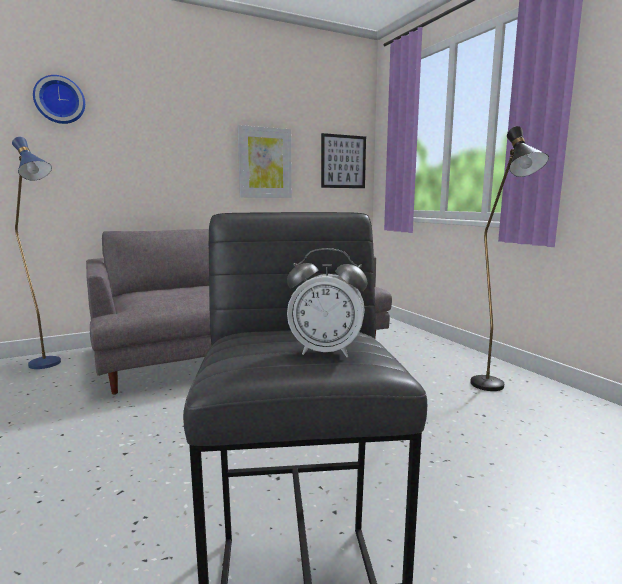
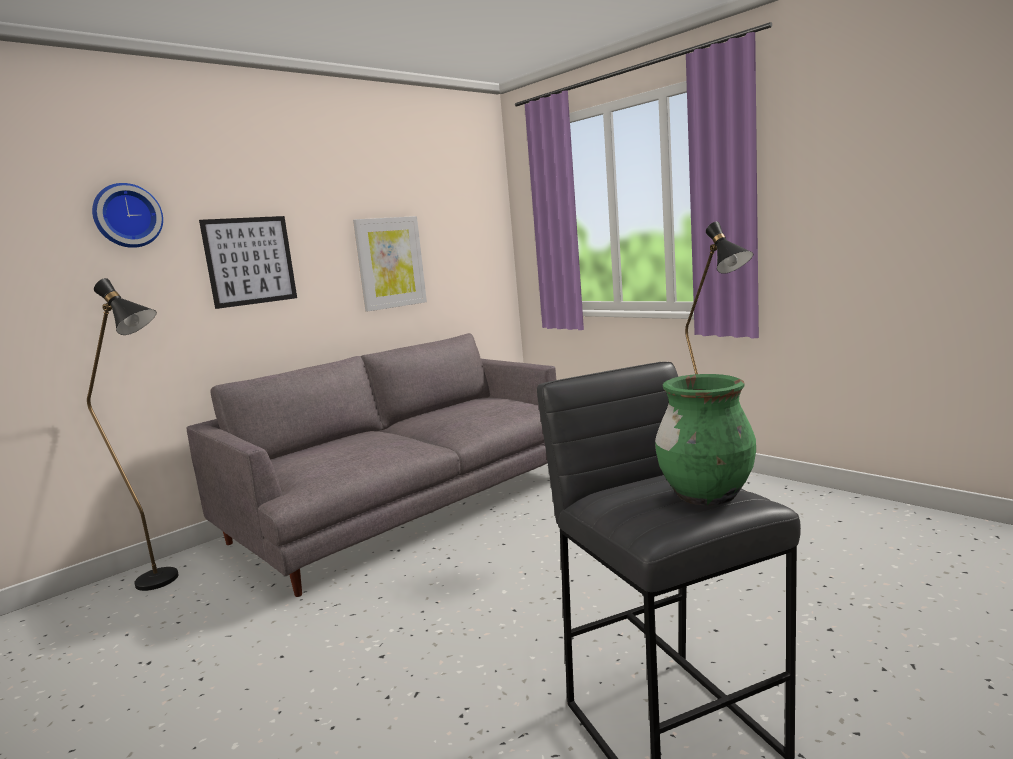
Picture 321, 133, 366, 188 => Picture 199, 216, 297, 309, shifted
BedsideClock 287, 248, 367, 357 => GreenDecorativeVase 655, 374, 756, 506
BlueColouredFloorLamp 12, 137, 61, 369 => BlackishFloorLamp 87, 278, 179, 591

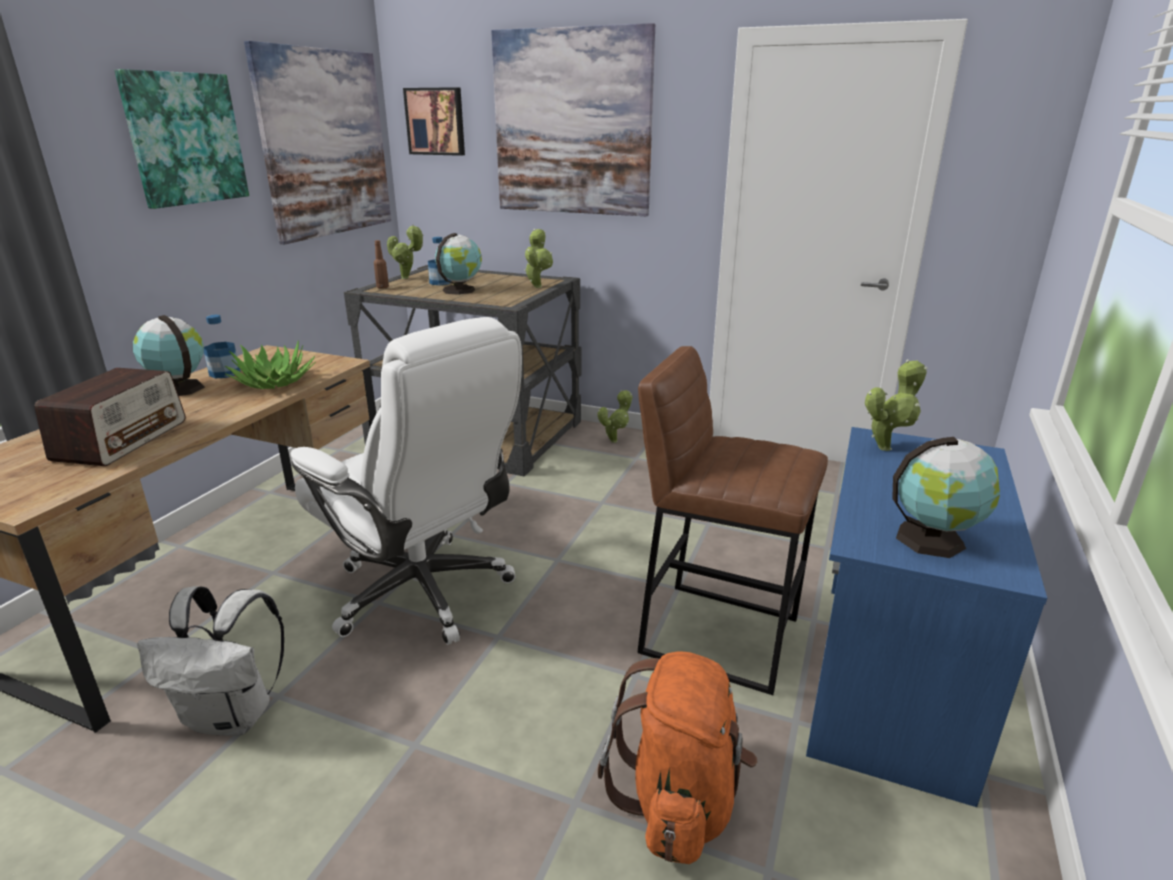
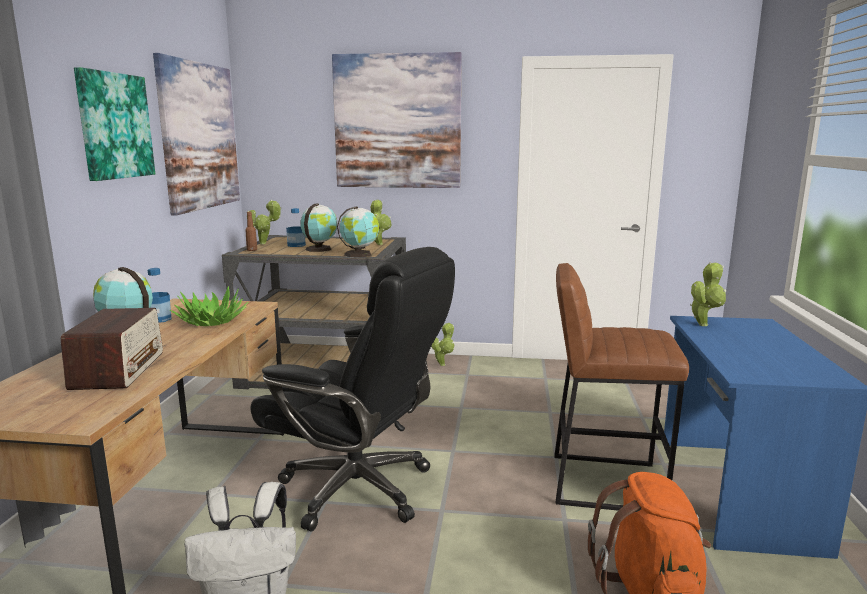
Picture 403, 87, 465, 156 => nothing
Globe 892, 437, 1000, 558 => Globe 337, 206, 379, 257, shifted
WhiteColouredOfficeChair 291, 317, 522, 645 => BlackishOfficeChair 251, 247, 455, 532

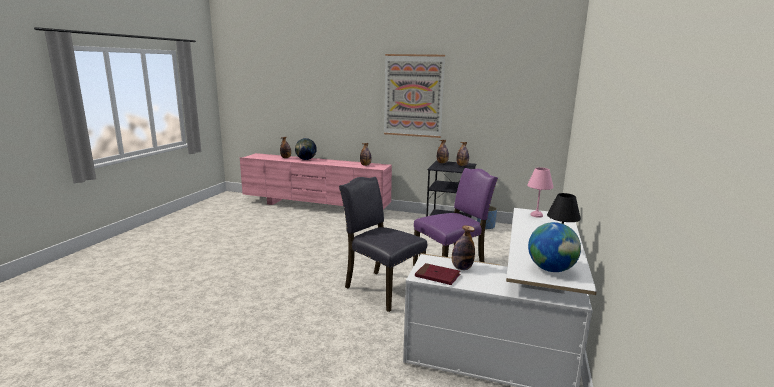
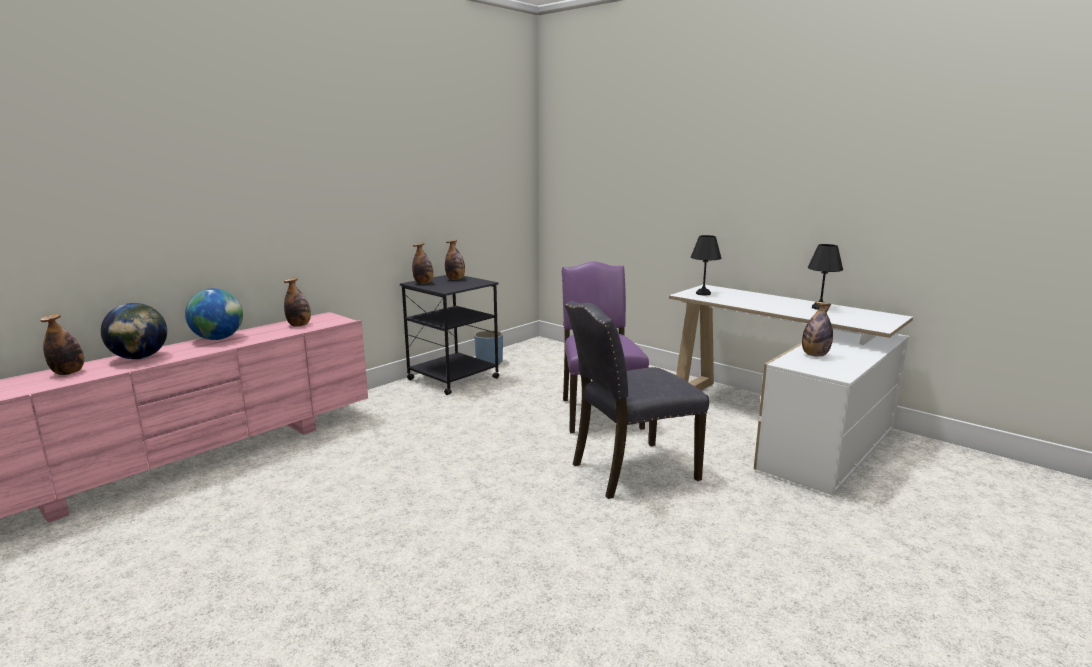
Picture 384, 54, 445, 138 => nothing
ReddishBoundBook 415, 263, 460, 285 => nothing
Globe 528, 222, 581, 272 => Globe 185, 288, 243, 340, shifted
PinkTabletopLamp 527, 167, 554, 218 => BlackishTabletopLamp 691, 235, 721, 296

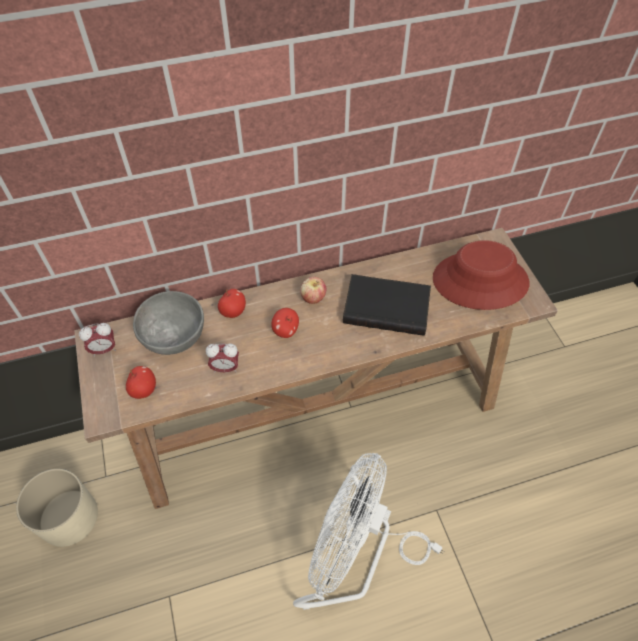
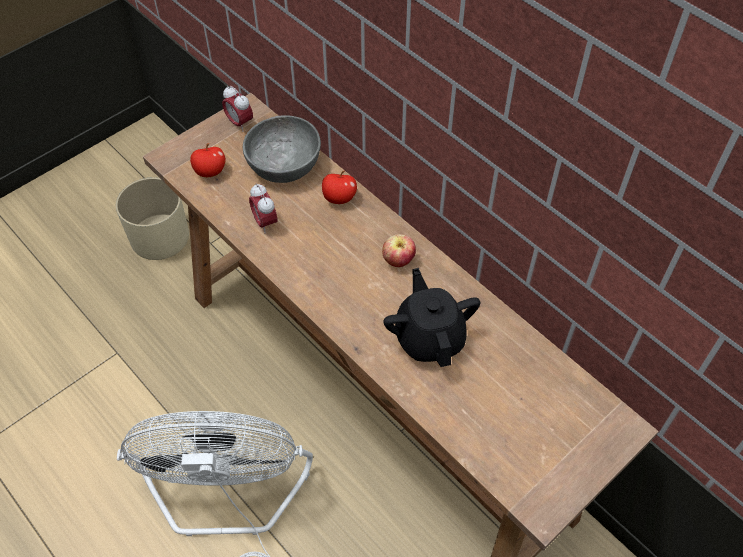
WholeApple 271, 308, 299, 338 => nothing
ReddishWearableHat 433, 240, 529, 310 => nothing
BlackishBoundBook 343, 274, 431, 336 => BlackishPotForTea 383, 268, 480, 367

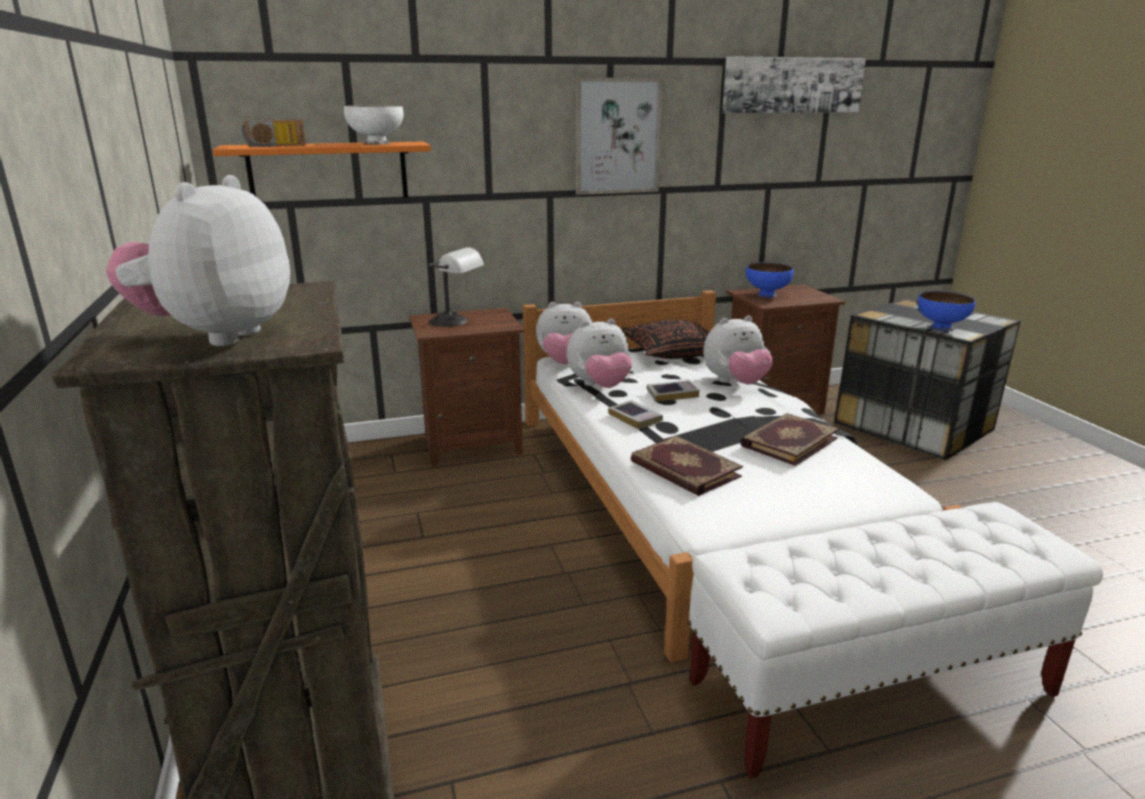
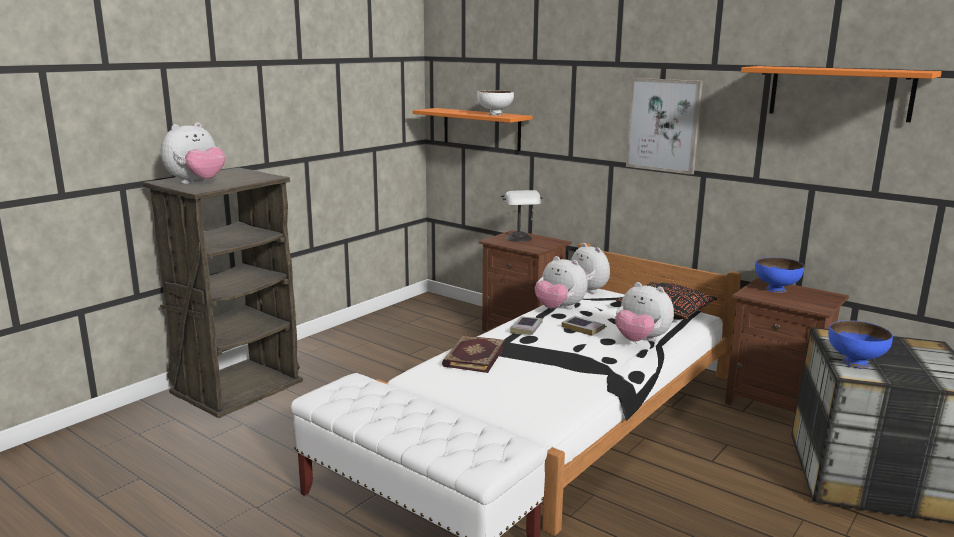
RadioReceiver 242, 119, 306, 147 => nothing
BoundBook 741, 413, 839, 466 => nothing
Picture 722, 56, 866, 113 => OrangeColouredShelf 741, 66, 942, 122
CuddlyToy 106, 175, 290, 346 => CuddlyToy 161, 122, 225, 184, 150 degrees clockwise

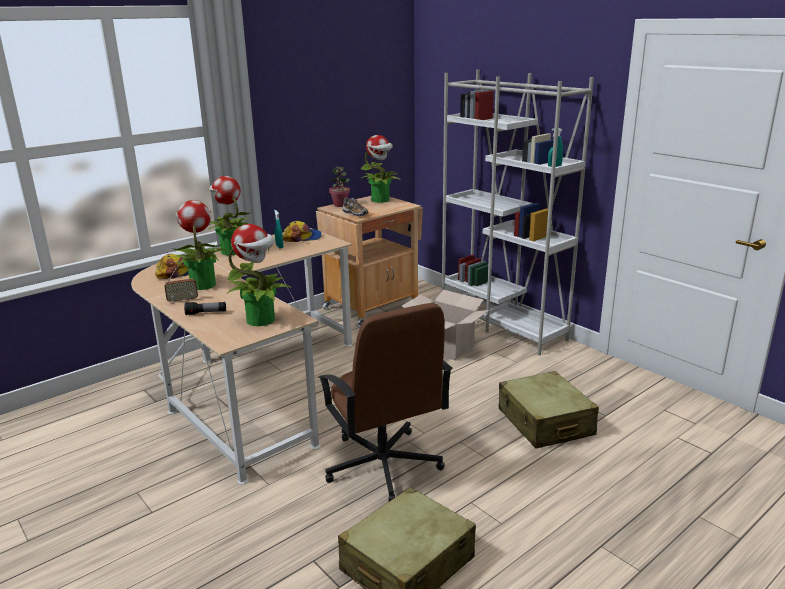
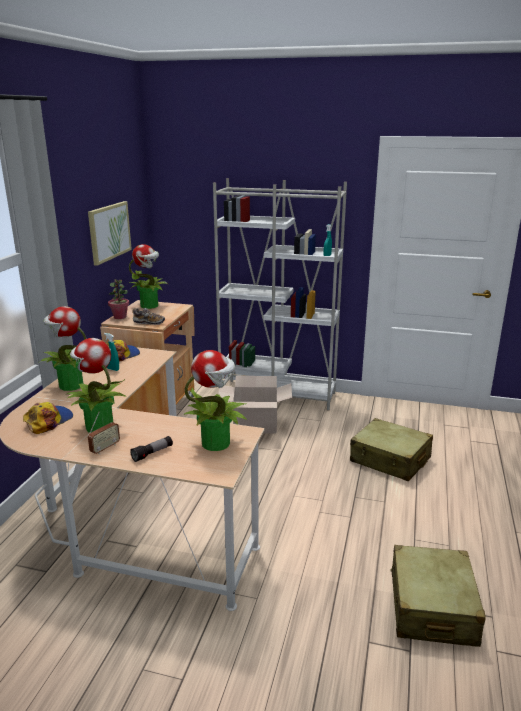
BrownishOfficeChair 318, 303, 452, 501 => nothing
nothing => Picture 88, 201, 132, 266

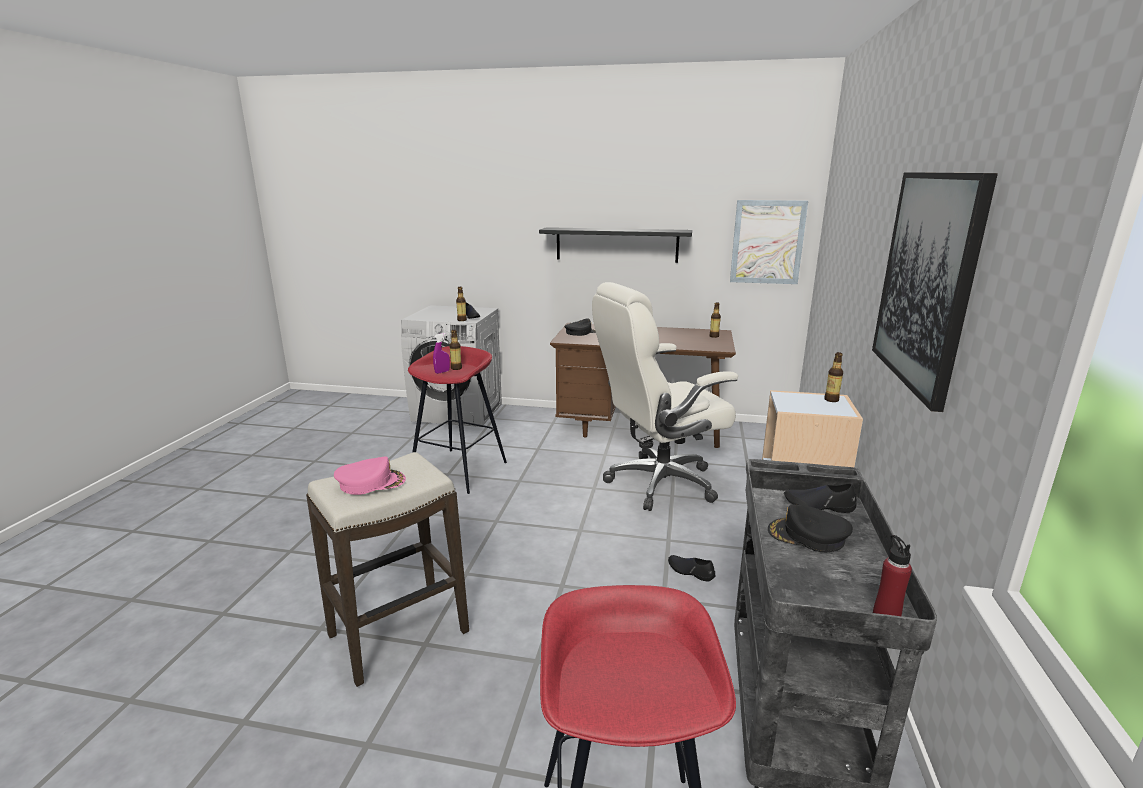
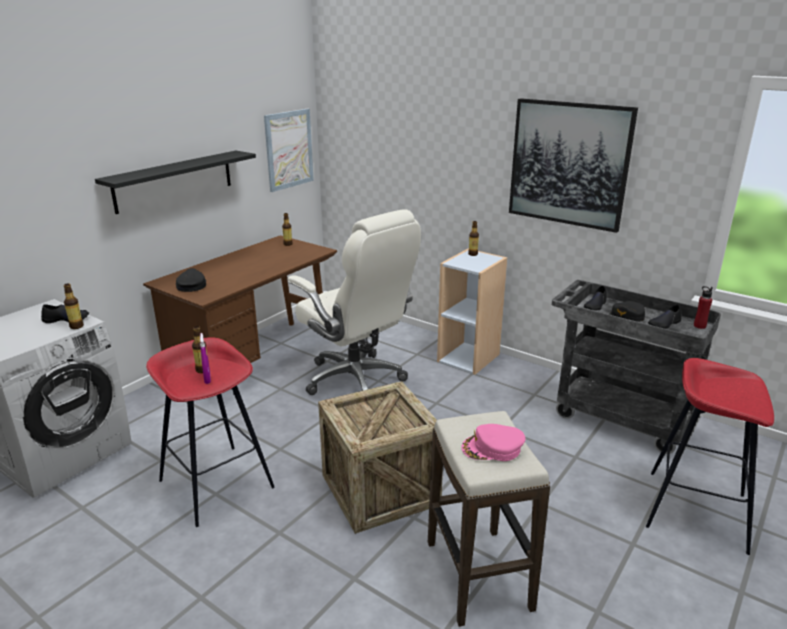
nothing => PackingCrate 318, 381, 443, 534
BlackishShoe 668, 555, 715, 582 => BlackishShoe 648, 305, 682, 329, shifted
PinkPeakedCap 334, 457, 406, 495 => PinkPeakedCap 461, 424, 525, 461, 105 degrees counterclockwise
WhiteColouredOfficeChair 592, 282, 738, 511 => WhiteColouredOfficeChair 288, 209, 421, 395, 45 degrees counterclockwise

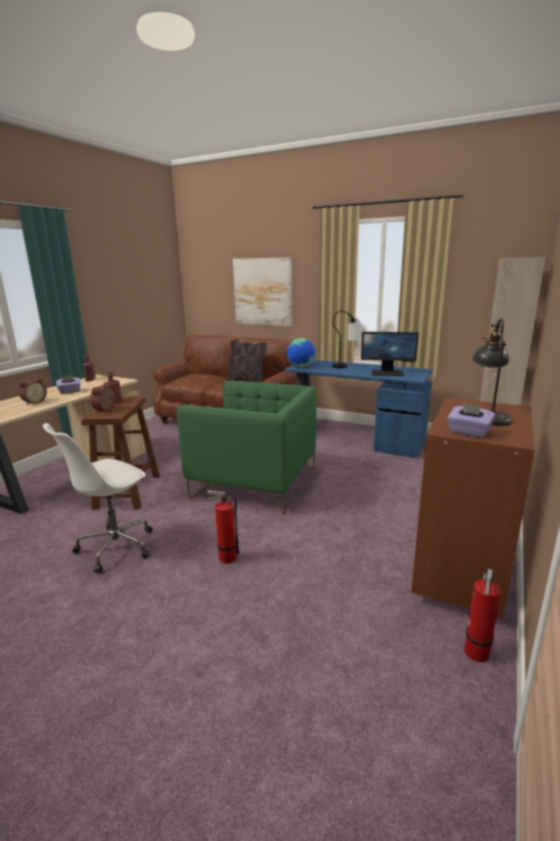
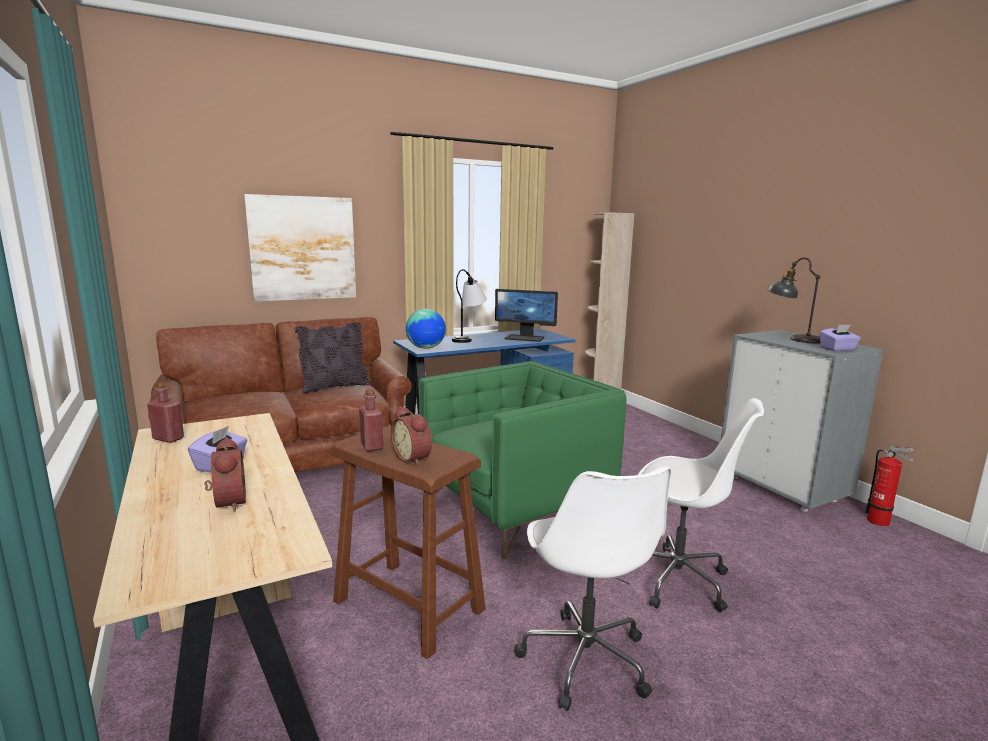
FireExtinguisher 206, 490, 239, 564 => WhiteColouredOfficeChair 638, 398, 764, 612
BrownishCupboard 411, 398, 535, 619 => GrayCupboard 721, 330, 883, 512
ComputerDisplay 361, 332, 419, 376 => ComputerDisplay 495, 289, 558, 342, 60 degrees clockwise

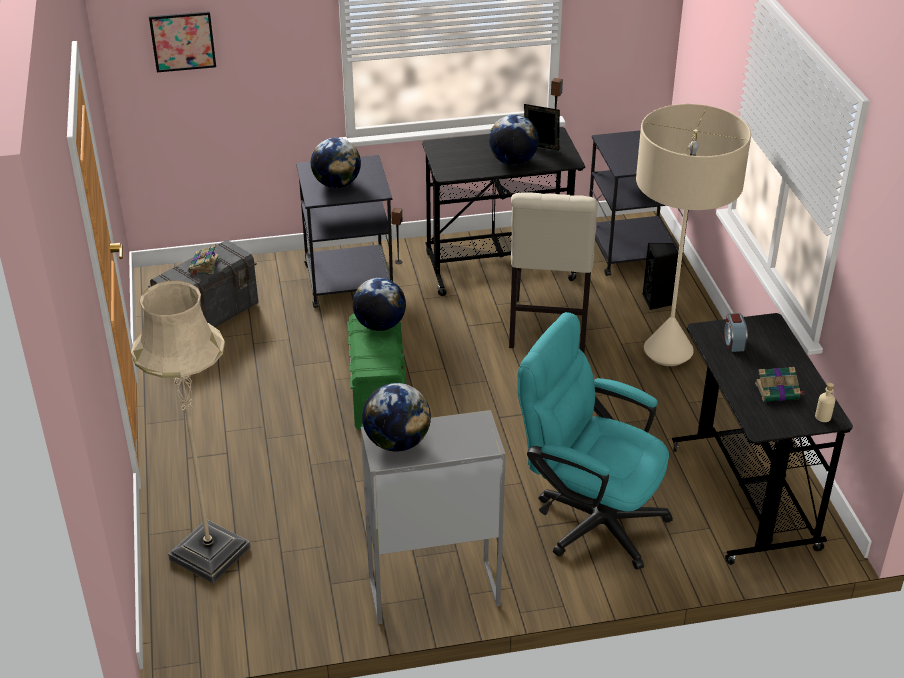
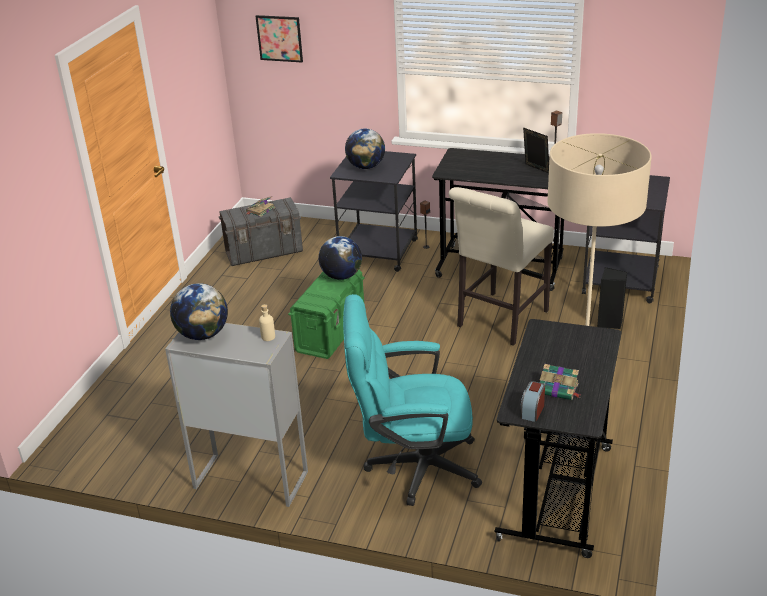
BeigeFloorLamp 131, 280, 251, 583 => nothing
Globe 489, 115, 539, 165 => nothing
BedsideClock 724, 313, 748, 352 => BedsideClock 520, 381, 545, 422, shifted
BeigeDrinkBottle 815, 383, 835, 422 => BeigeDrinkBottle 259, 304, 275, 341, shifted
TurquoiseColouredOfficeChair 518, 312, 673, 570 => TurquoiseColouredOfficeChair 343, 294, 482, 506, 60 degrees counterclockwise

